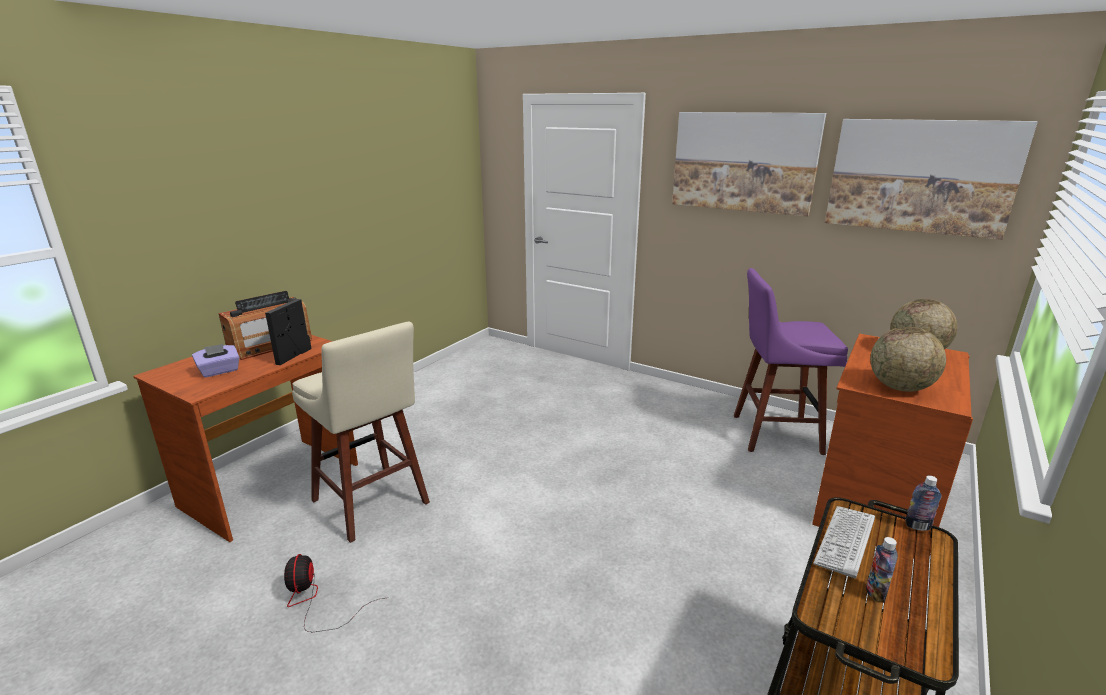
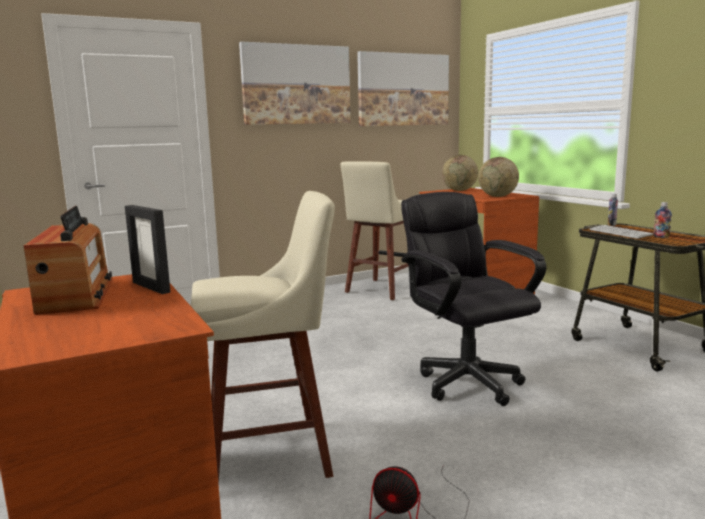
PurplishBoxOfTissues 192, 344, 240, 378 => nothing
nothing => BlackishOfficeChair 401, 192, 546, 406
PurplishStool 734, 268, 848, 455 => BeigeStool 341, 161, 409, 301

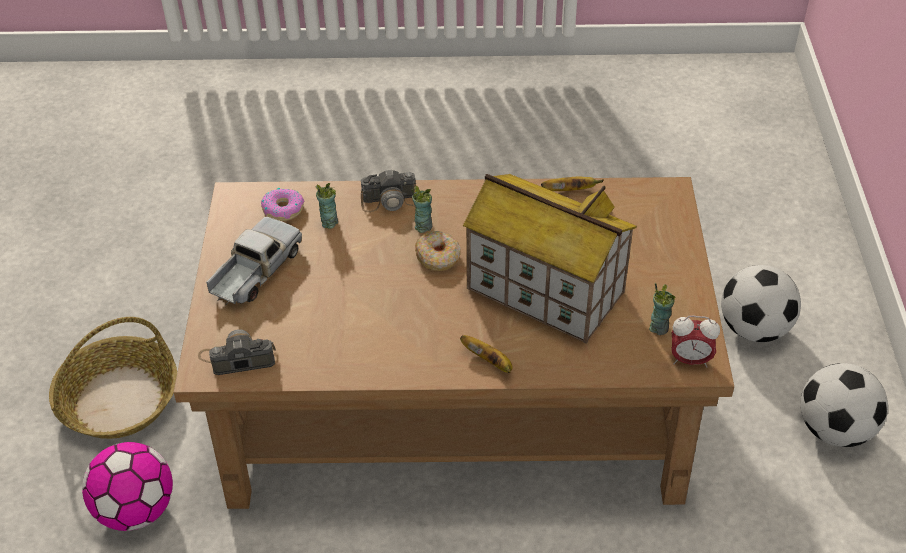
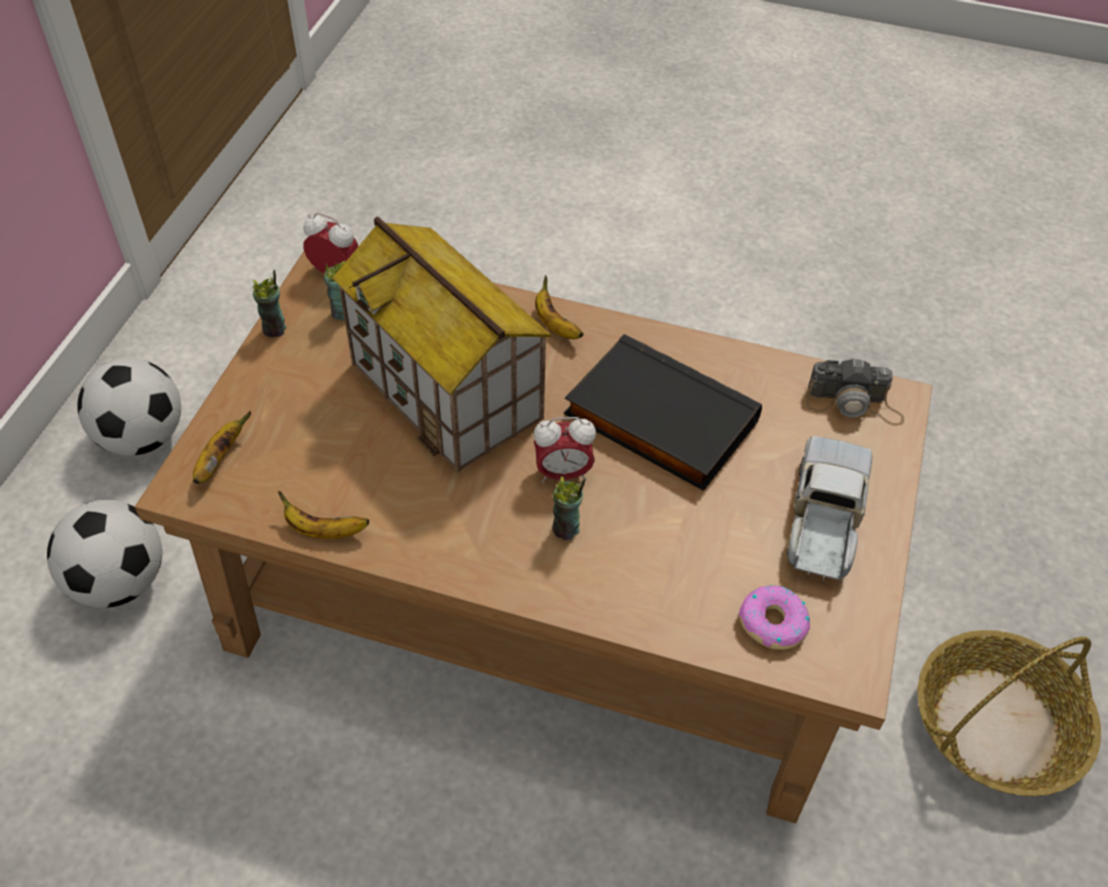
Football 82, 442, 173, 531 => nothing
StillCamera 361, 169, 431, 212 => nothing
nothing => WholeBanana 193, 411, 251, 484
nothing => BlackishBoundBook 564, 334, 762, 491
DrinkingCup 315, 183, 338, 229 => DrinkingCup 252, 270, 286, 337, shifted
Doughnut 415, 231, 461, 271 => BedsideClock 534, 417, 596, 483
ModelTruck 206, 217, 302, 305 => ModelTruck 787, 436, 873, 582, 150 degrees clockwise

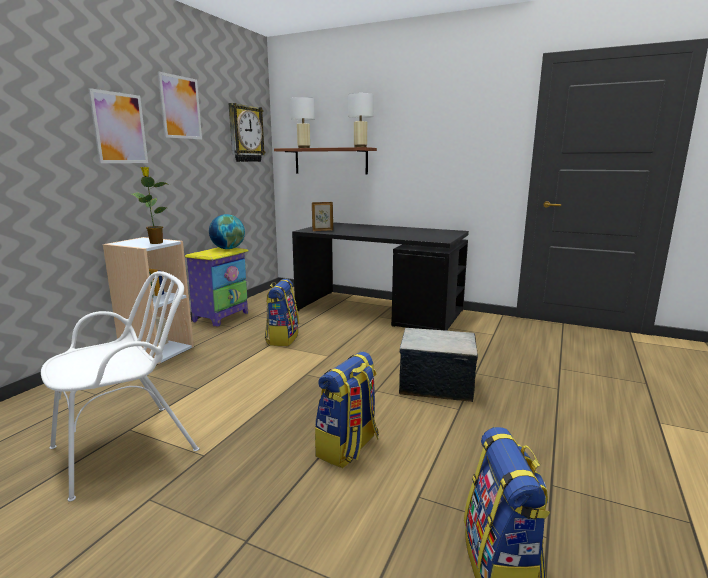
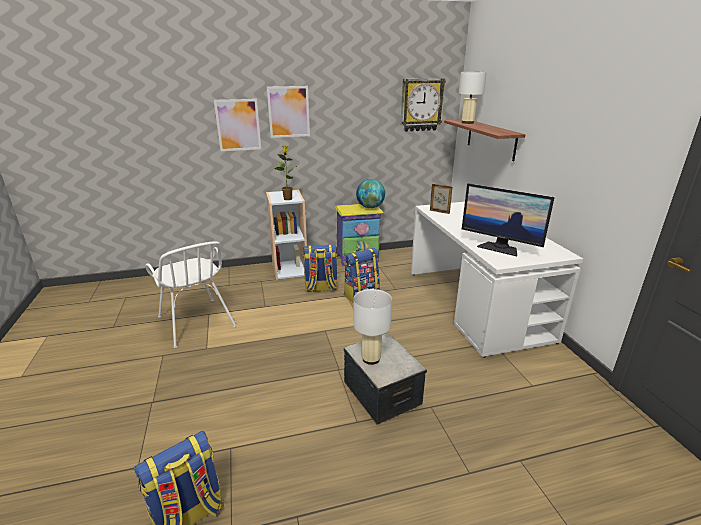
nothing => ComputerDisplay 462, 183, 555, 256
Picture 158, 72, 202, 139 => Picture 214, 99, 261, 151, shifted
Rucksack 315, 351, 379, 468 => Rucksack 303, 245, 338, 292, shifted
WhiteColouredTabletopLamp 348, 93, 374, 147 => WhiteColouredTabletopLamp 353, 289, 392, 365, shifted
BlackishDeskTable 292, 222, 469, 331 => WhiteColouredDeskTable 411, 202, 583, 358
WhiteColouredChair 41, 271, 200, 502 => WhiteColouredChair 146, 241, 237, 348, 45 degrees clockwise

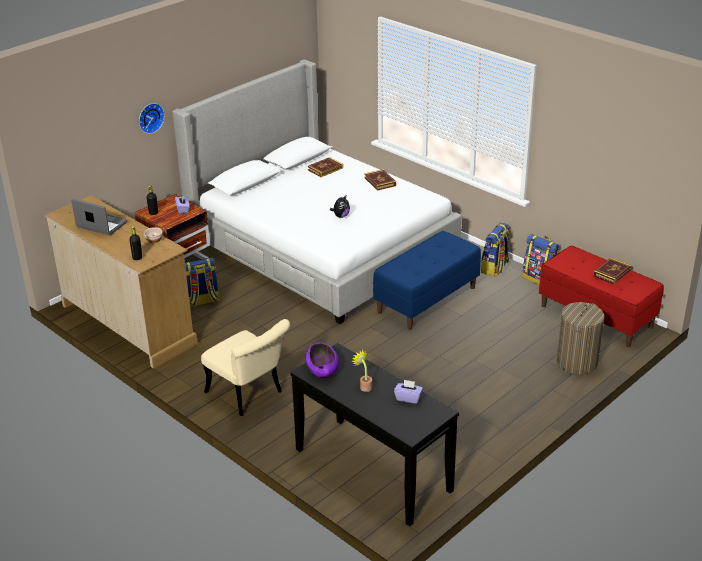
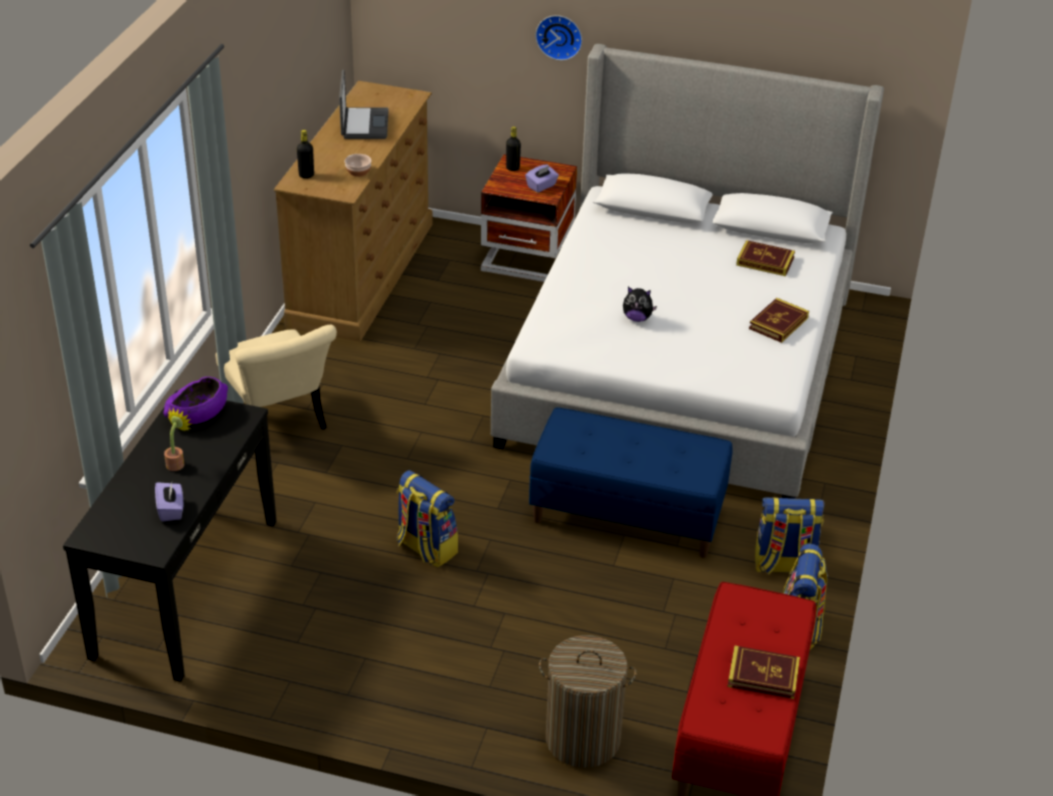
Rucksack 185, 258, 220, 307 => Rucksack 397, 470, 458, 567, shifted
BeigeChair 201, 319, 290, 416 => BeigeChair 216, 325, 337, 430, 45 degrees counterclockwise

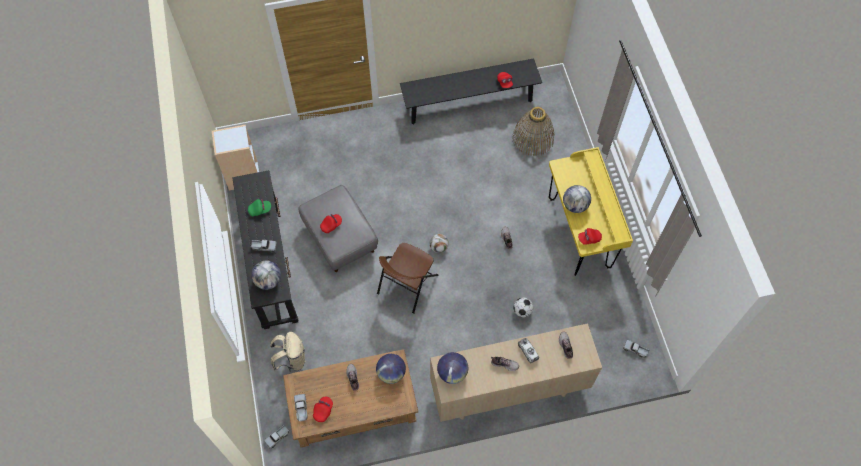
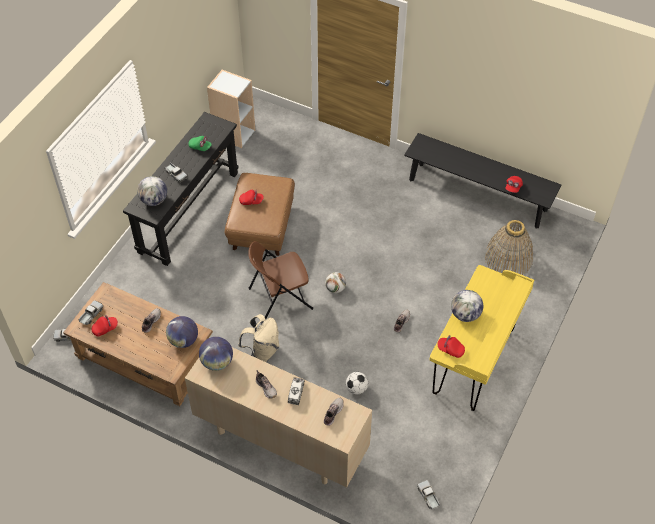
BeigeRucksack 270, 332, 305, 372 => BeigeRucksack 238, 314, 280, 362, shifted
GrayPouffe 298, 185, 378, 272 => BrownishPouffe 225, 173, 295, 256

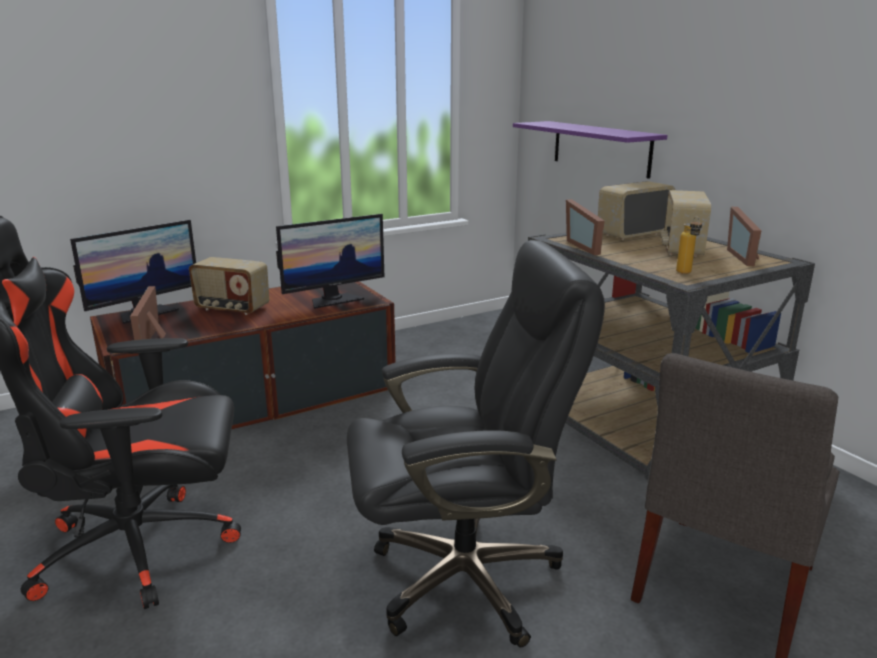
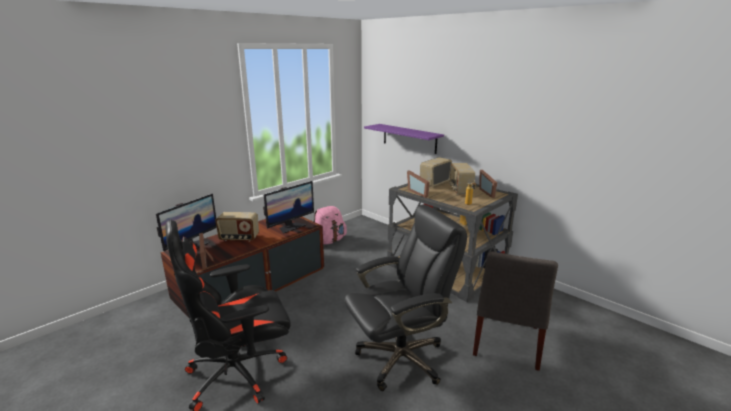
nothing => PinkRucksack 313, 206, 347, 244

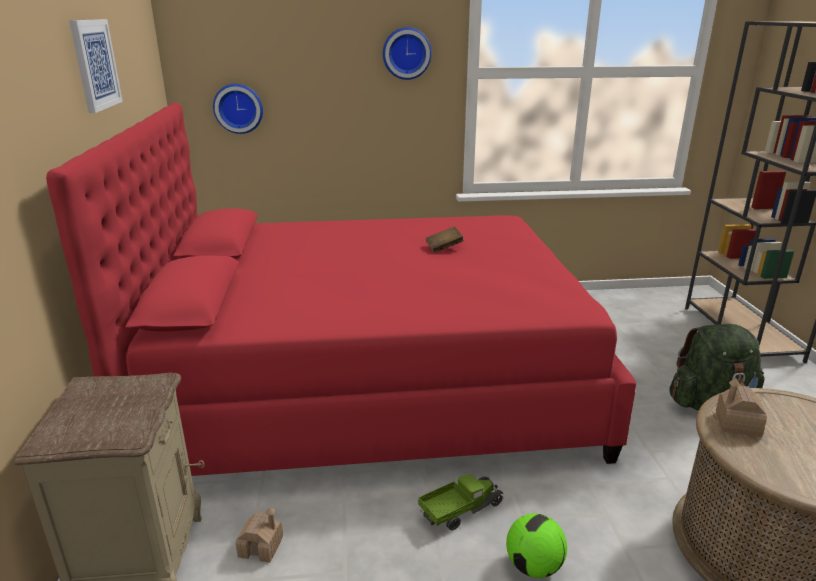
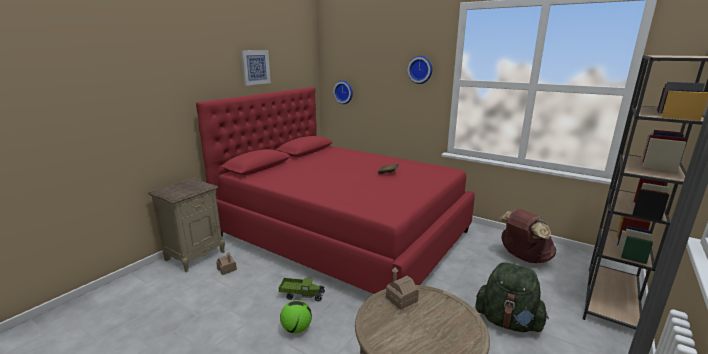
nothing => BrownishRucksack 499, 209, 557, 263

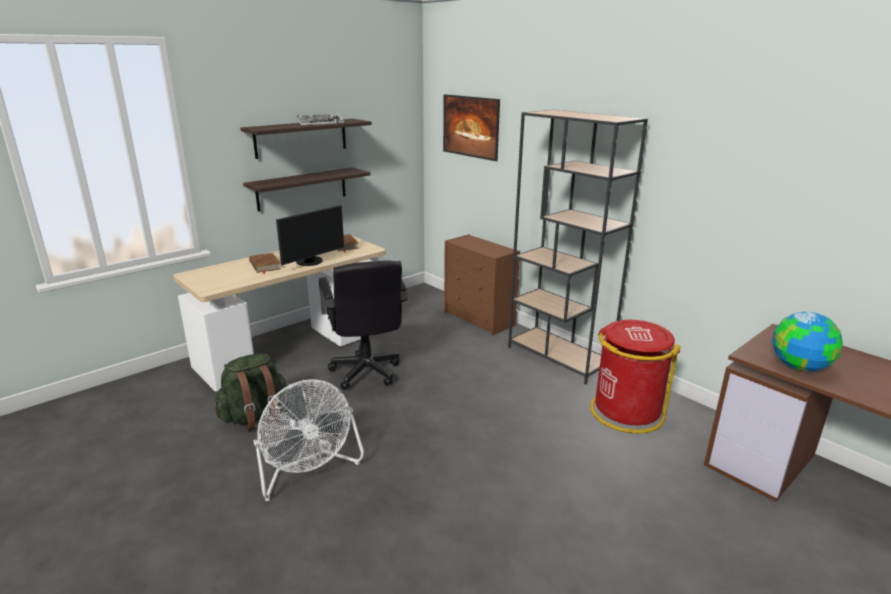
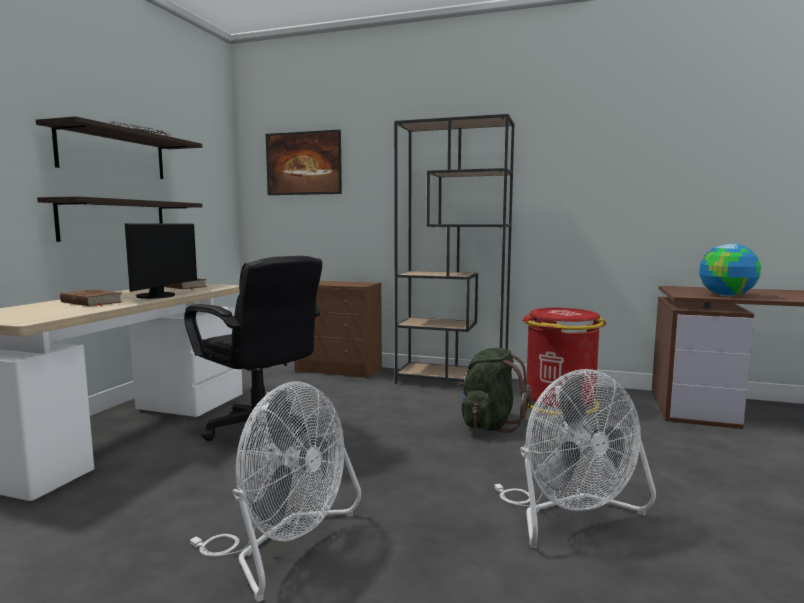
nothing => WhiteColouredFan 494, 369, 656, 548
GreenRucksack 213, 354, 288, 431 => GreenRucksack 458, 348, 532, 433, shifted

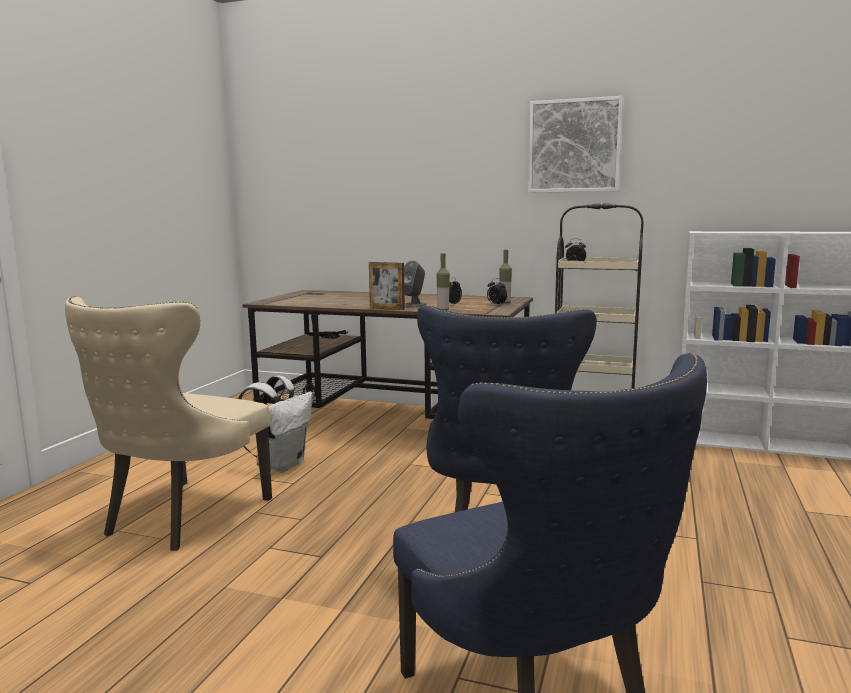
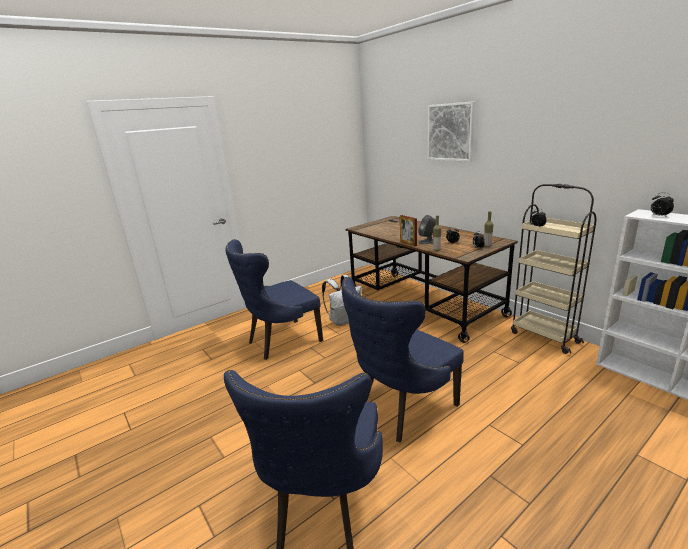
nothing => BedsideClock 651, 193, 674, 217
Picture 528, 96, 623, 193 => Picture 428, 101, 475, 162, shifted
BeigeChair 65, 296, 272, 551 => BlueColouredChair 226, 239, 323, 360

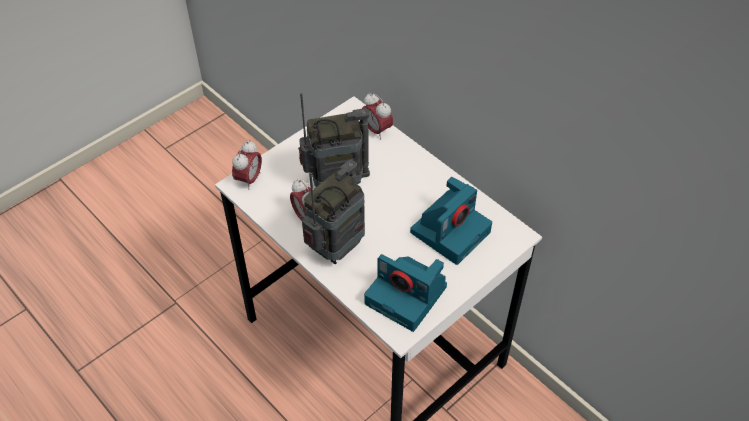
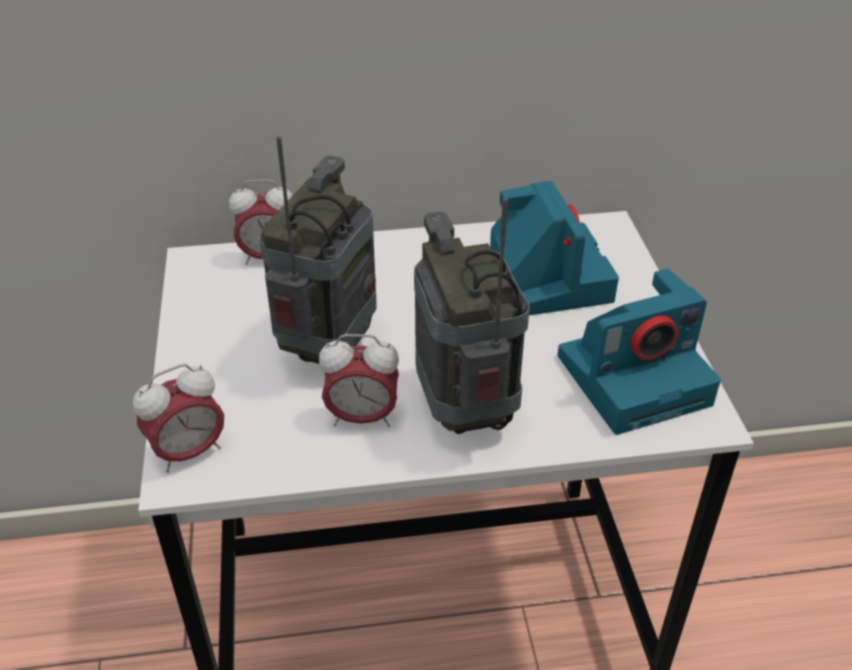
BedsideClock 232, 140, 262, 190 => BedsideClock 133, 364, 224, 473, 90 degrees clockwise

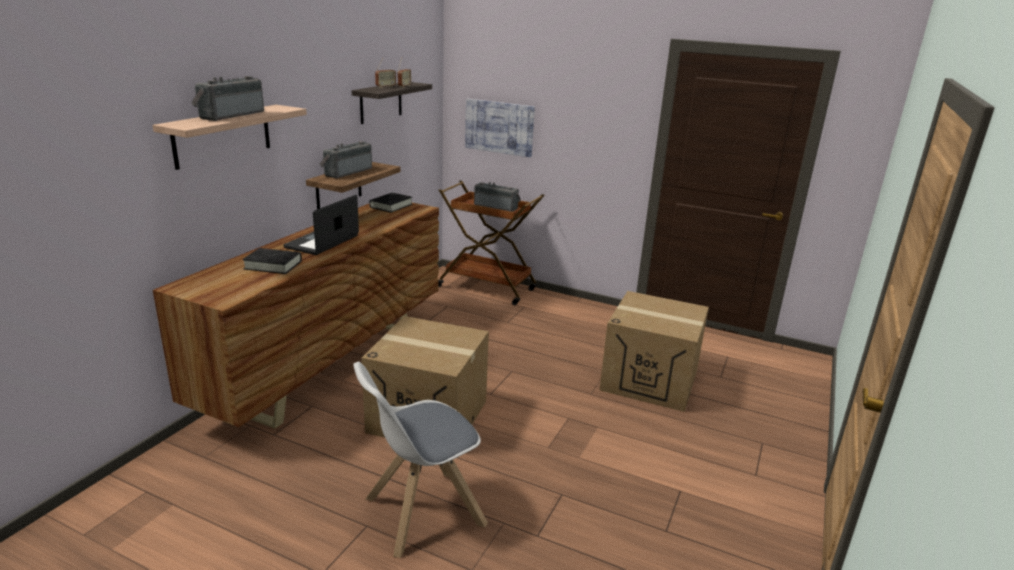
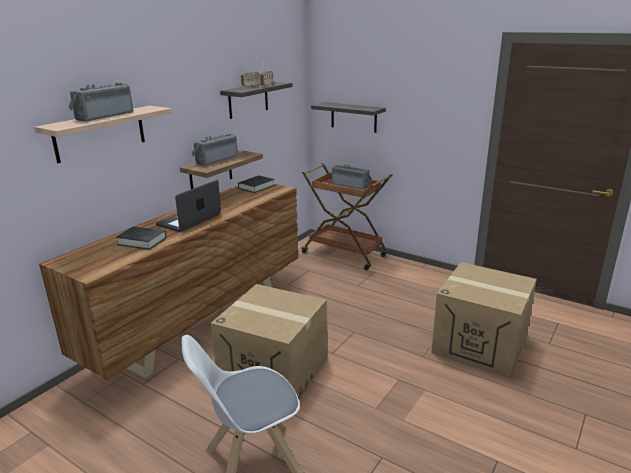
Picture 465, 99, 535, 157 => Shelf 311, 102, 386, 133

